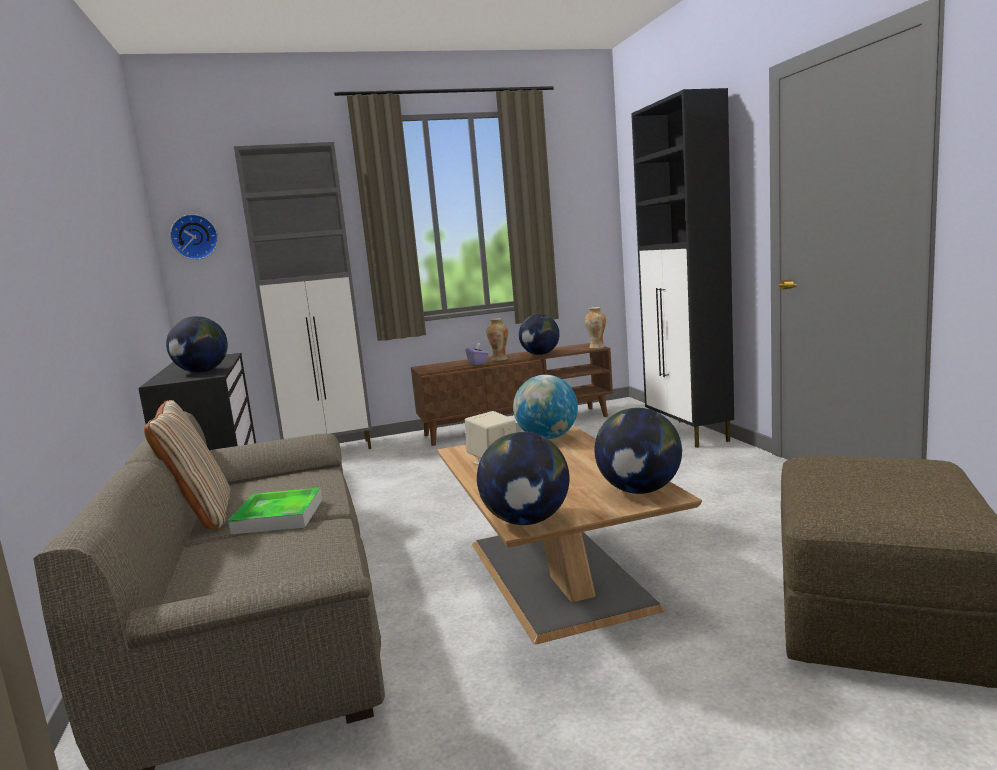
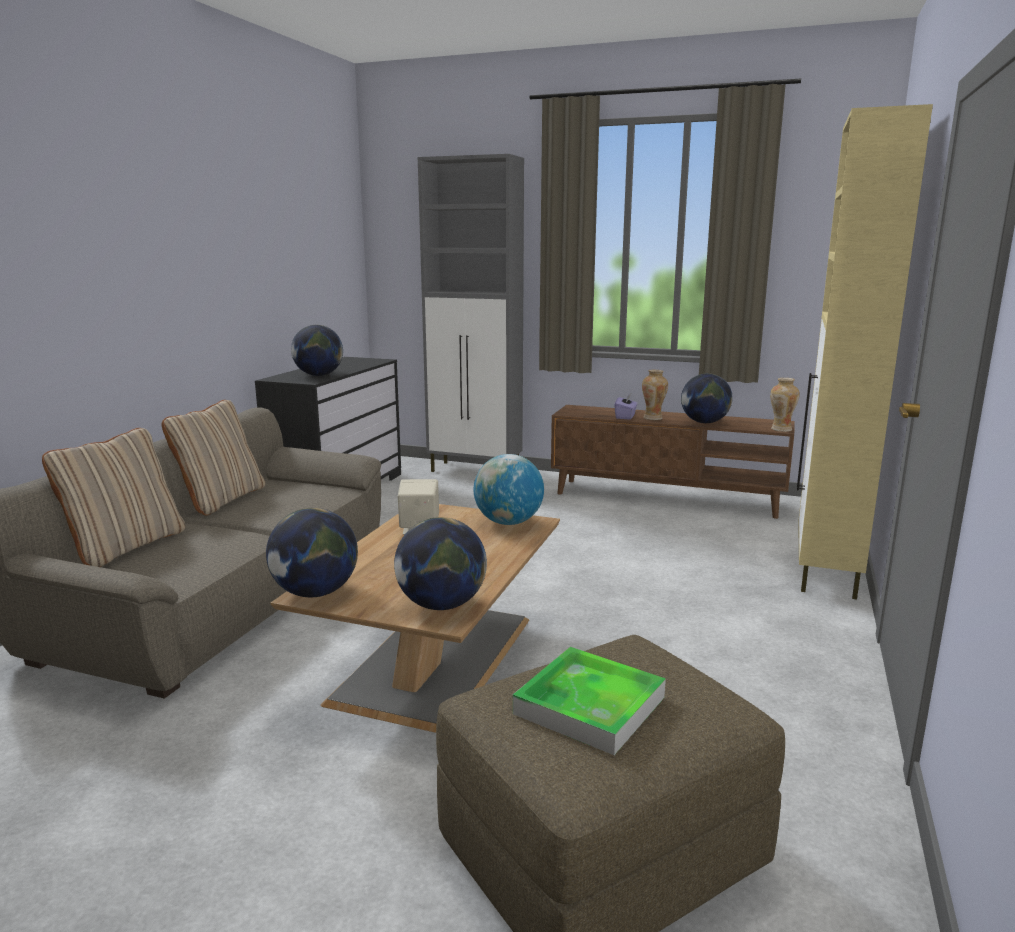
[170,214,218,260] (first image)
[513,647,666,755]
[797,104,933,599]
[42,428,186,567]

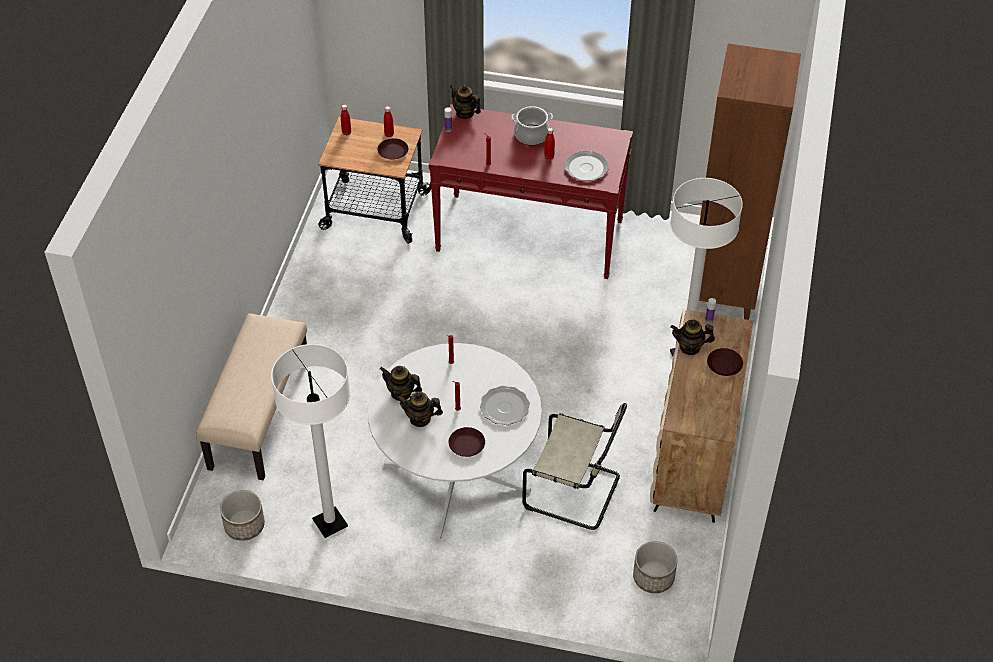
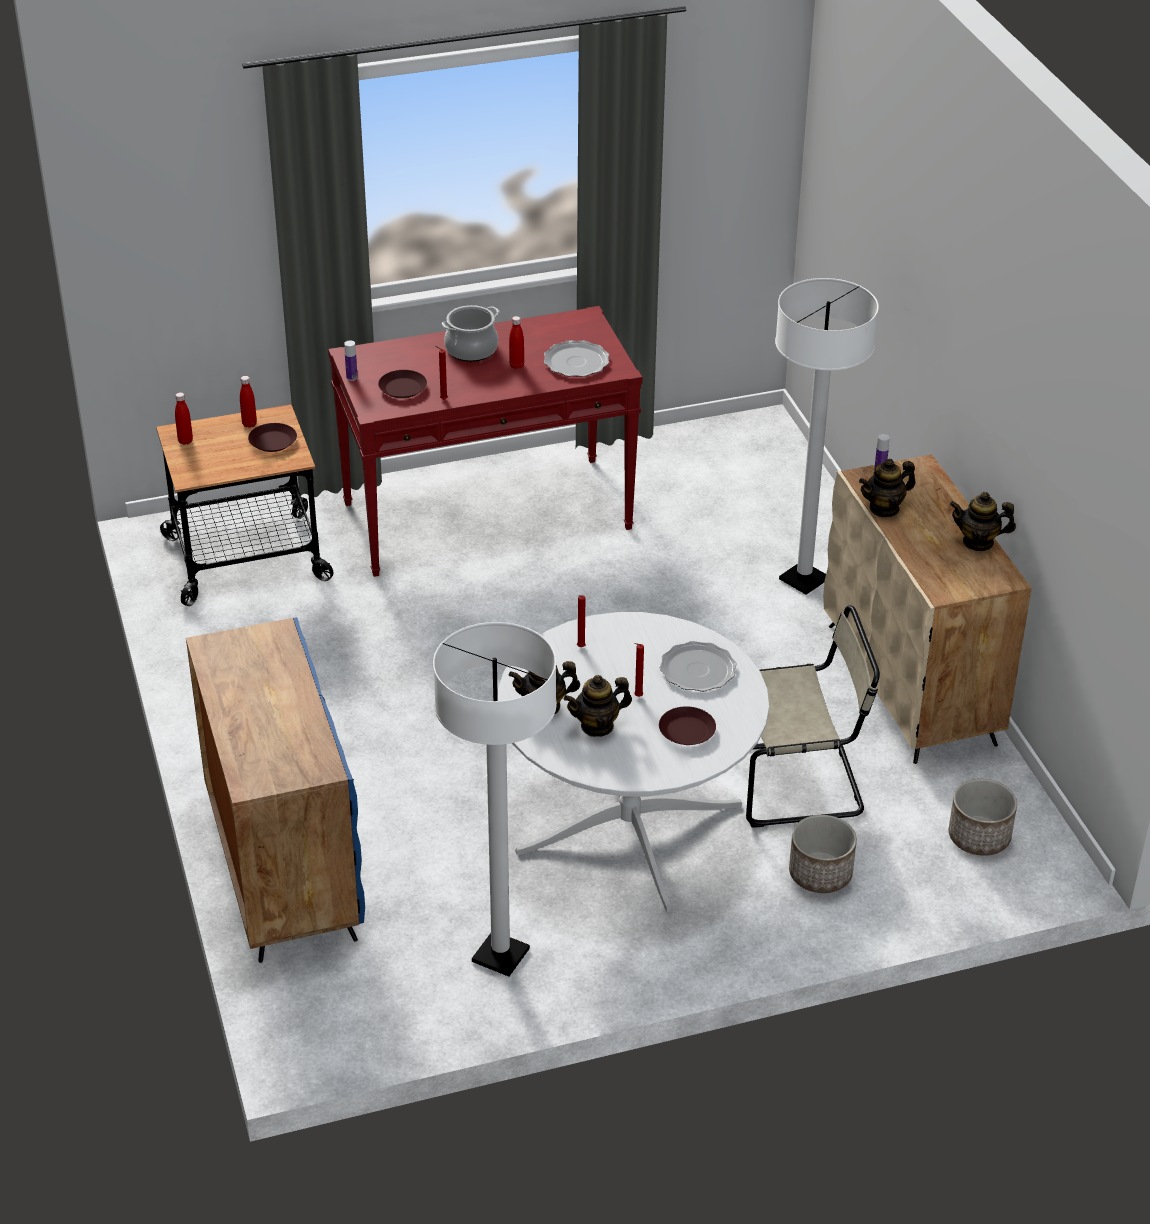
[186,617,365,963]
[789,815,857,893]
[950,492,1016,551]
[699,44,801,320] (first image)
[378,370,427,398]

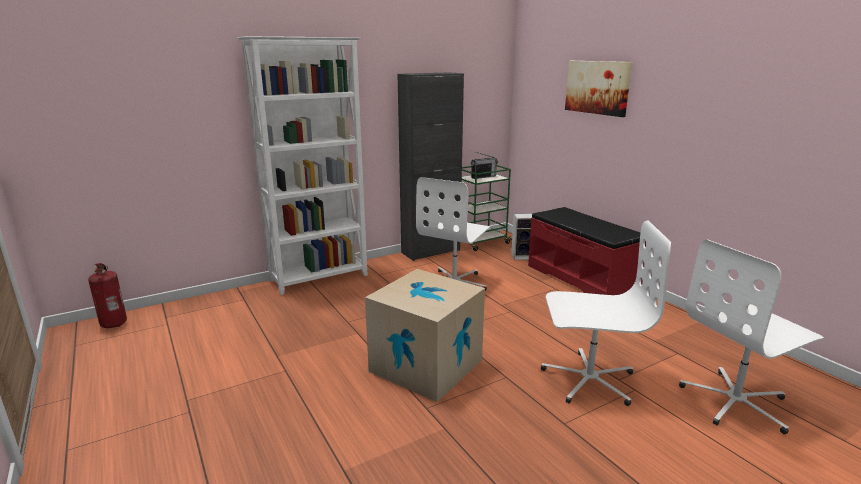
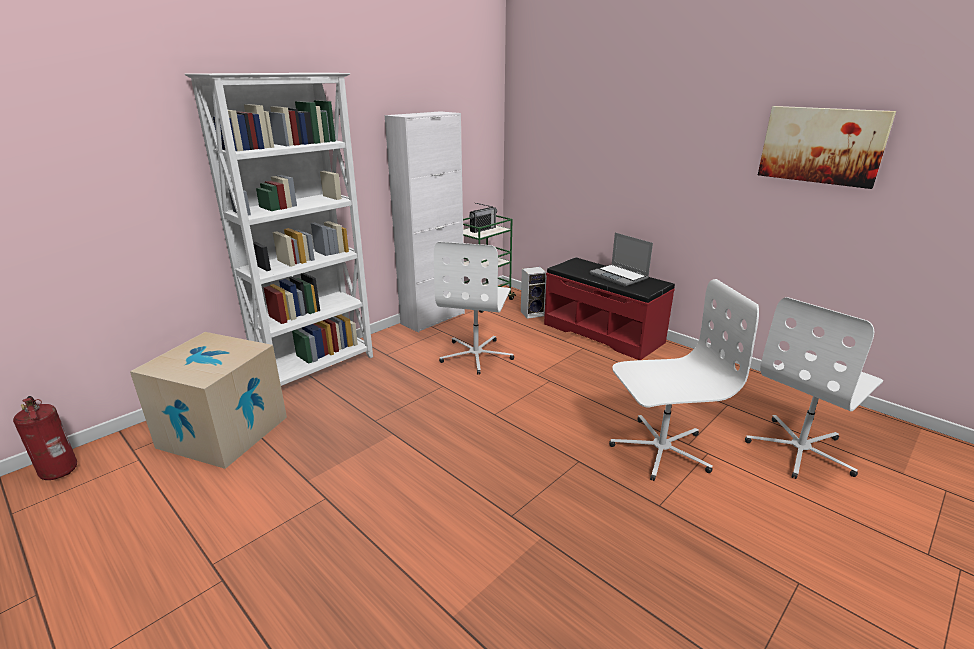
[130,332,287,469]
[385,111,465,333]
[758,106,896,189]
[590,233,653,286]

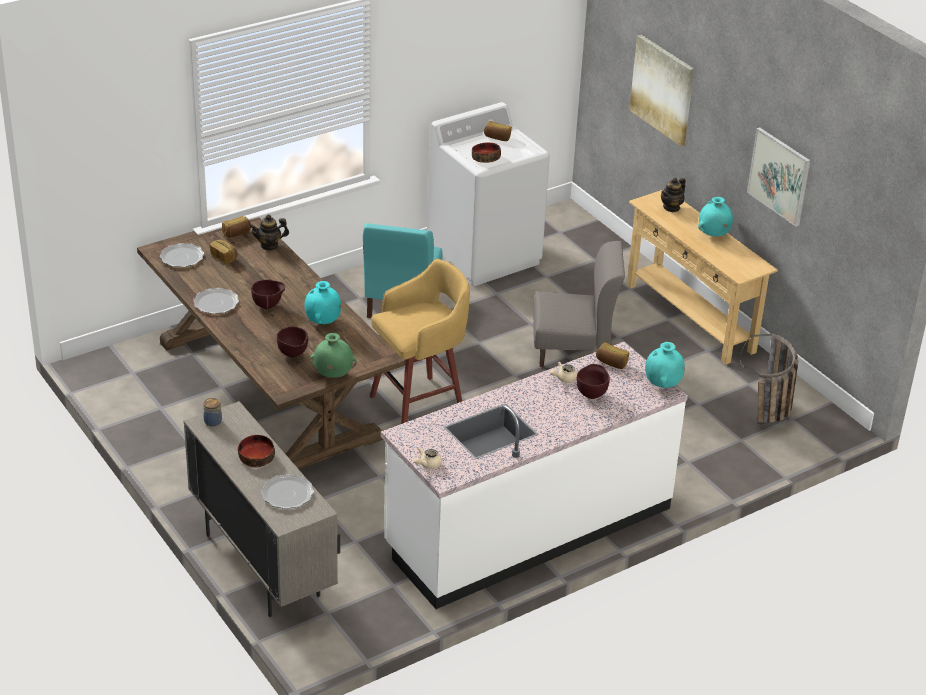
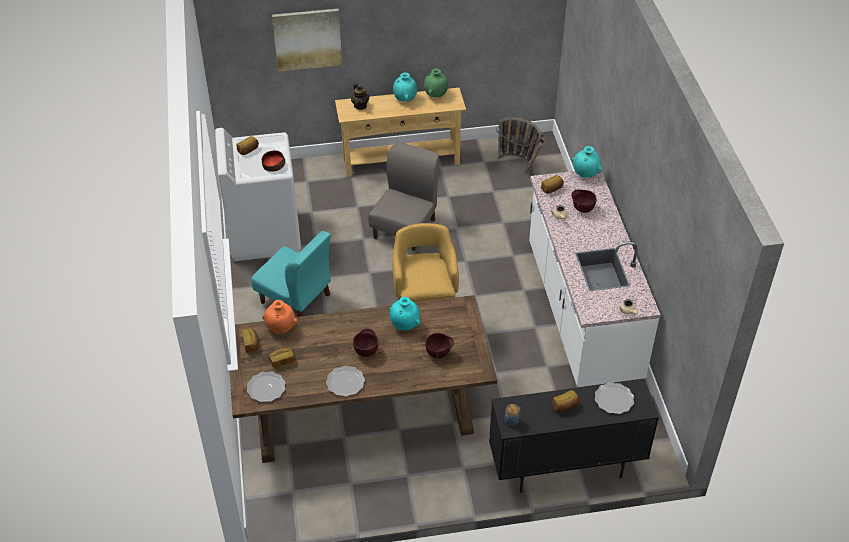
[489,379,659,493]
[552,390,579,412]
[262,300,298,335]
[424,68,448,97]
[747,127,810,227] (first image)

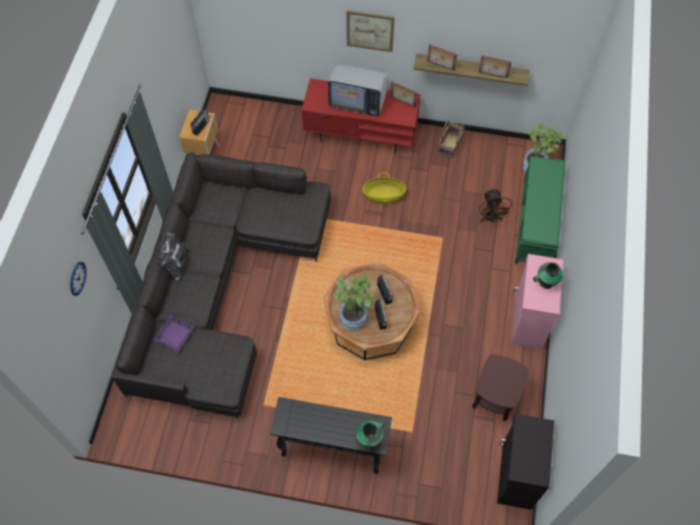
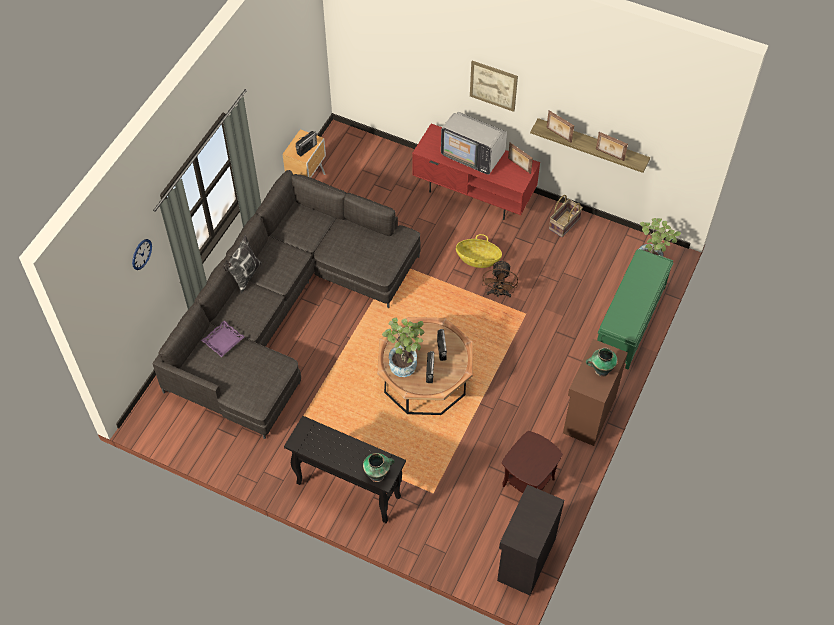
[482,259,518,298]
[563,339,628,446]

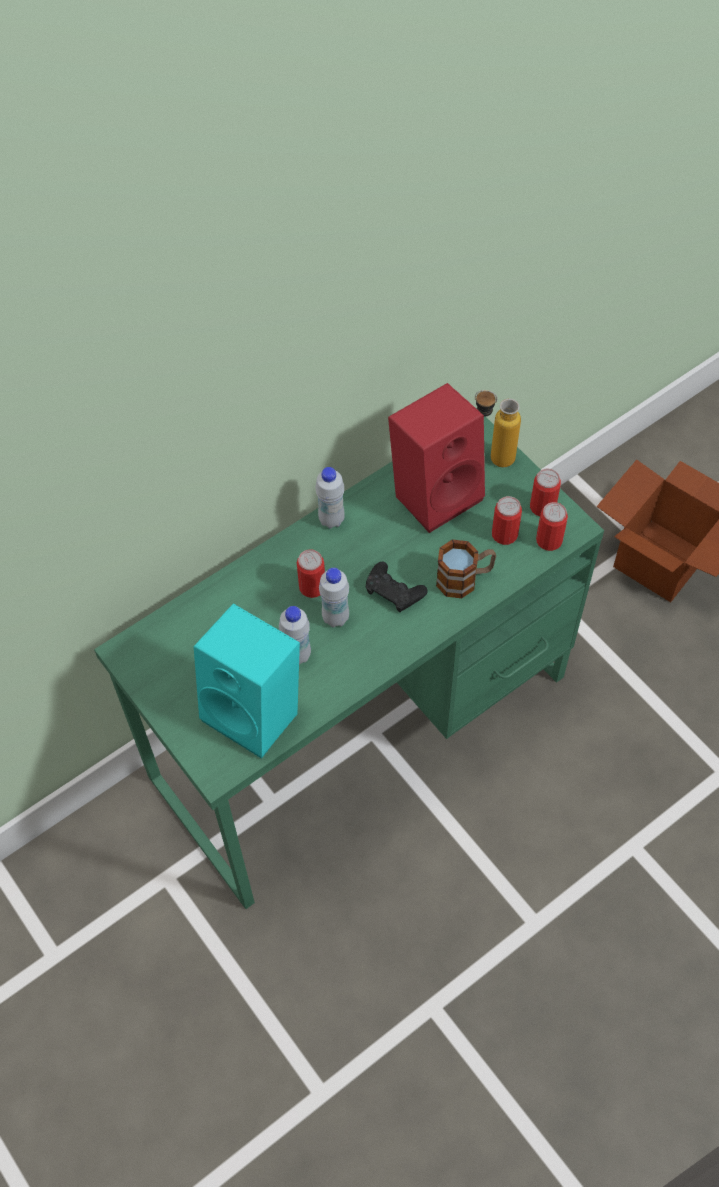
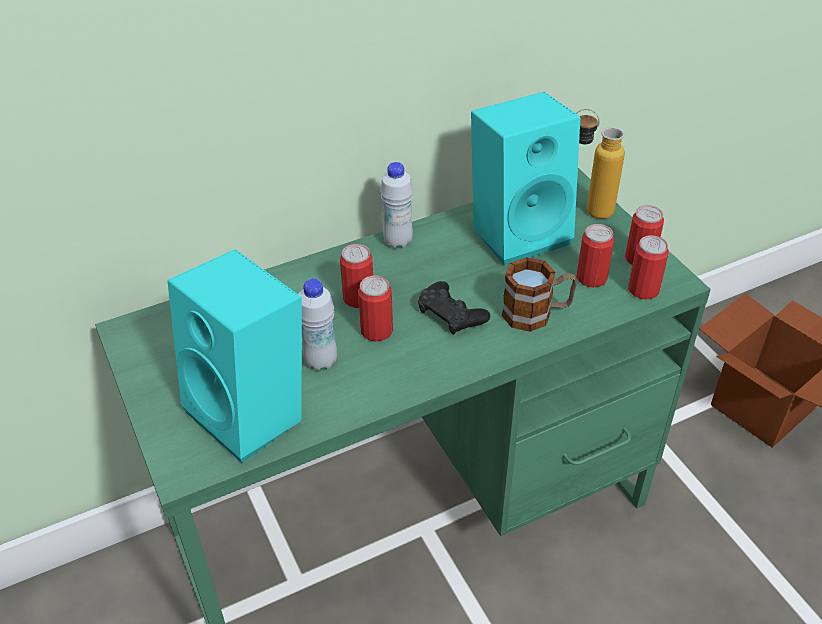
[358,275,393,341]
[471,92,580,266]

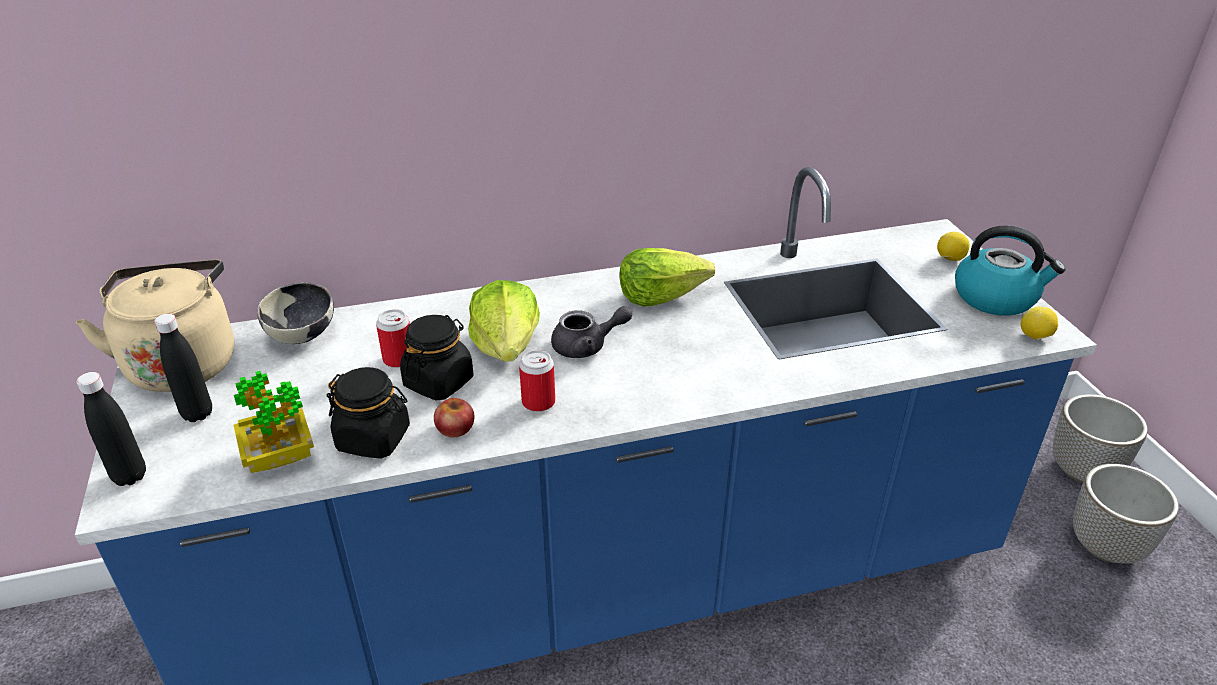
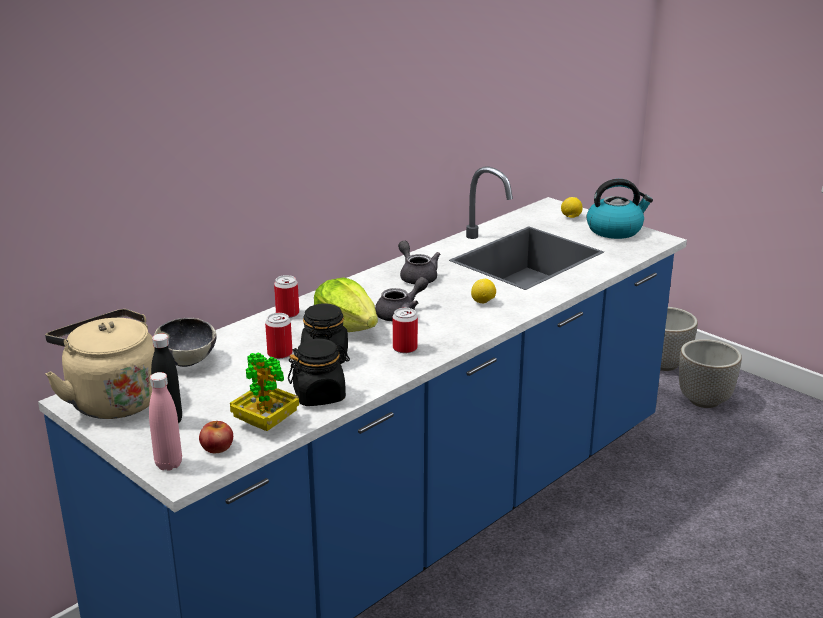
[149,372,182,471]
[199,421,233,453]
[398,241,440,284]
[471,279,496,303]
[274,275,299,318]

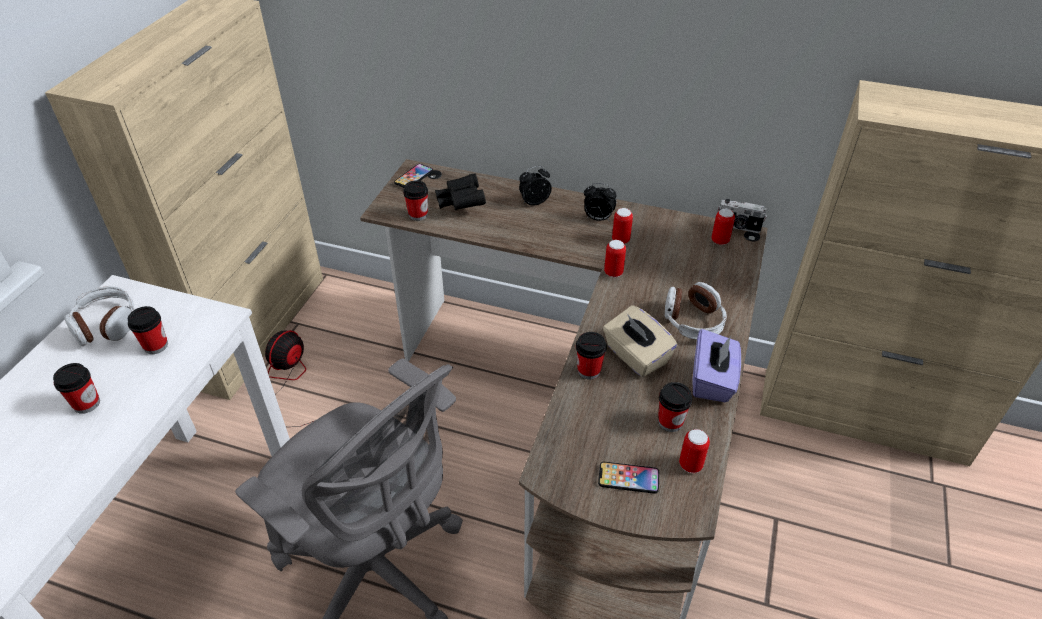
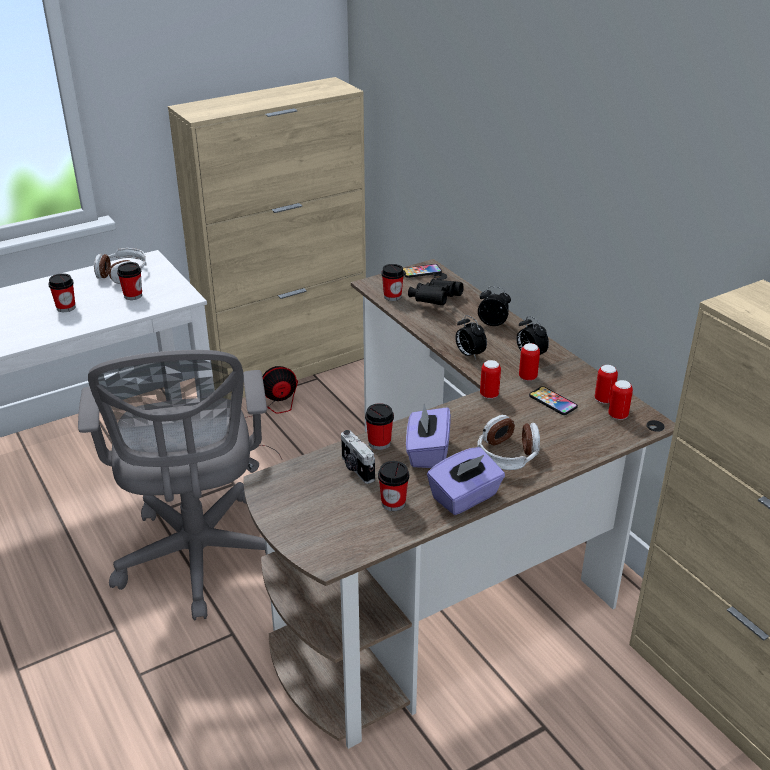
[529,386,578,415]
[406,404,451,468]
[595,365,618,404]
[341,430,375,484]
[455,315,487,359]

